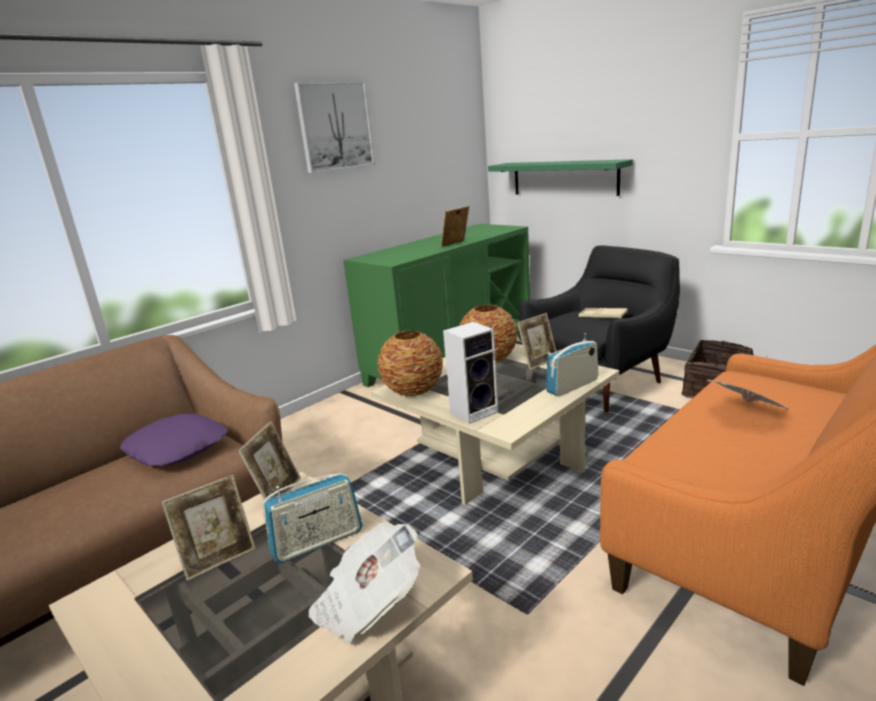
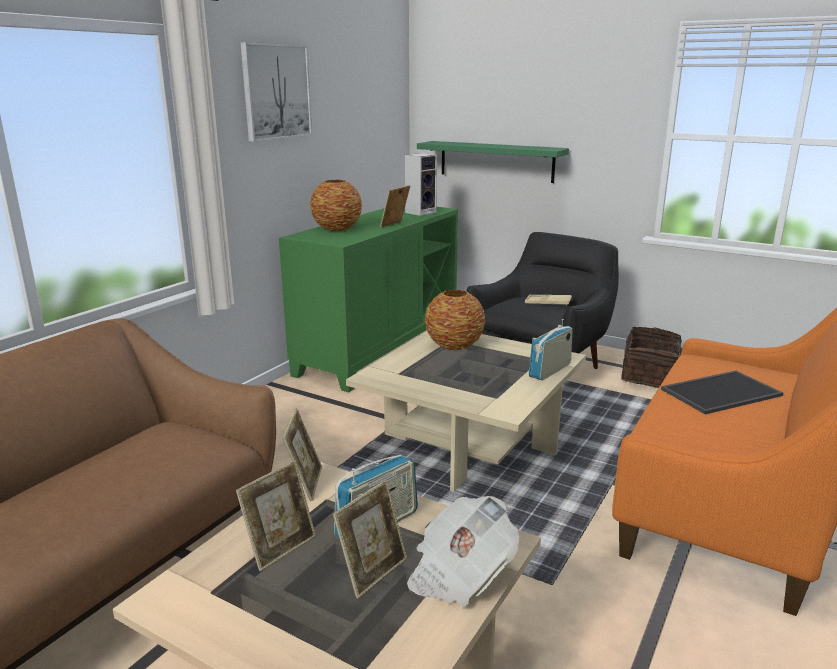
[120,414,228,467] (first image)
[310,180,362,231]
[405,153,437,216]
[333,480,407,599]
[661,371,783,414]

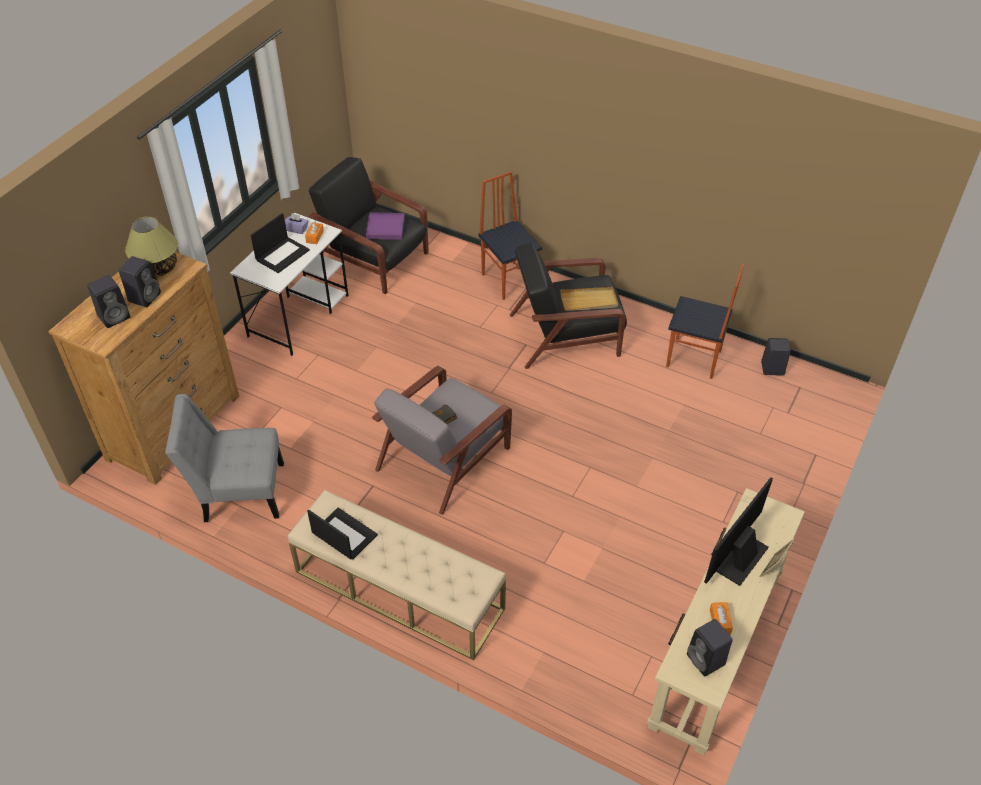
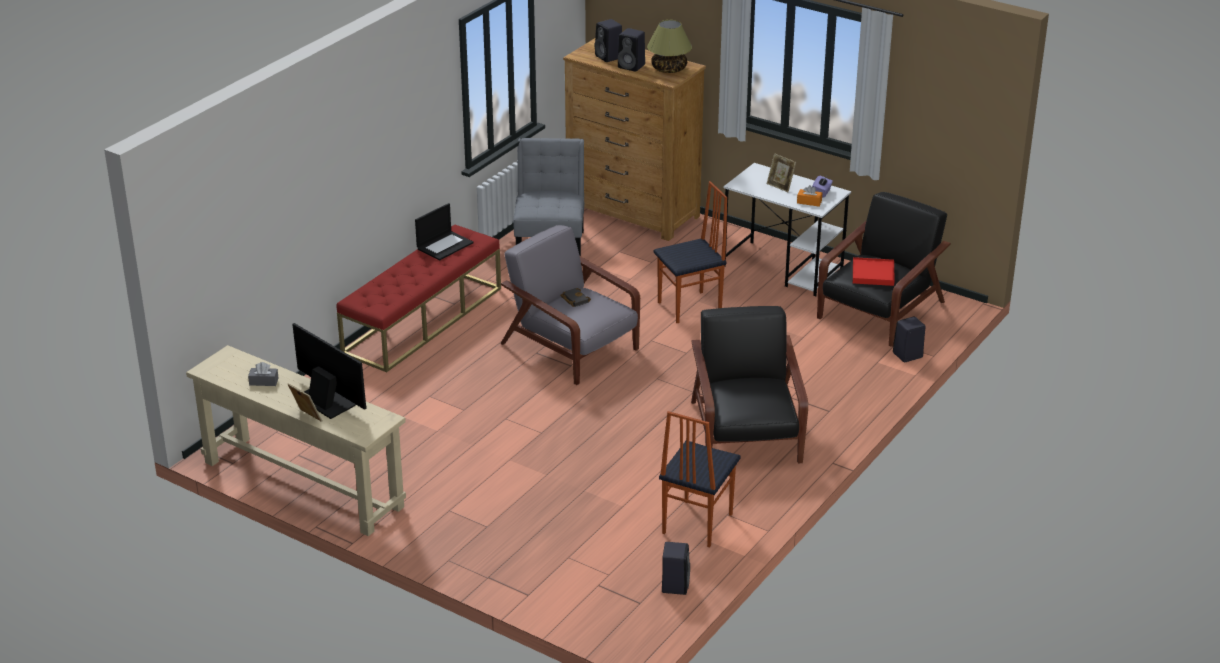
[767,153,796,192]
[336,224,501,372]
[853,257,895,286]
[654,181,727,323]
[560,287,618,311] (first image)
[893,316,926,363]
[248,362,279,386]

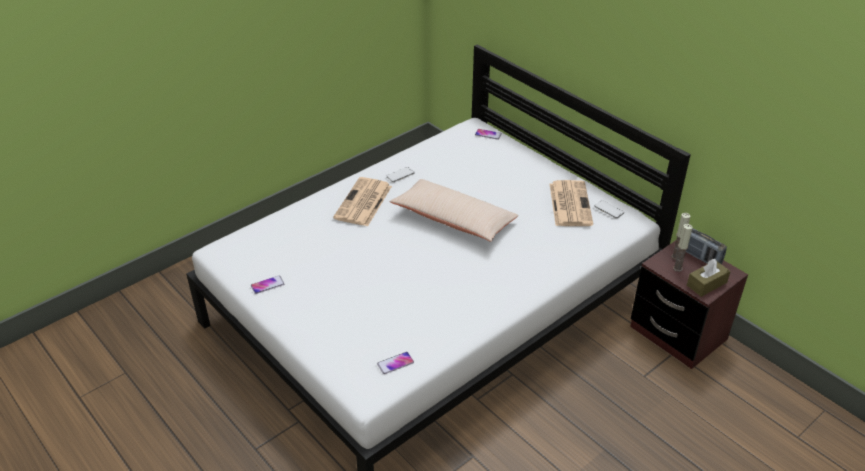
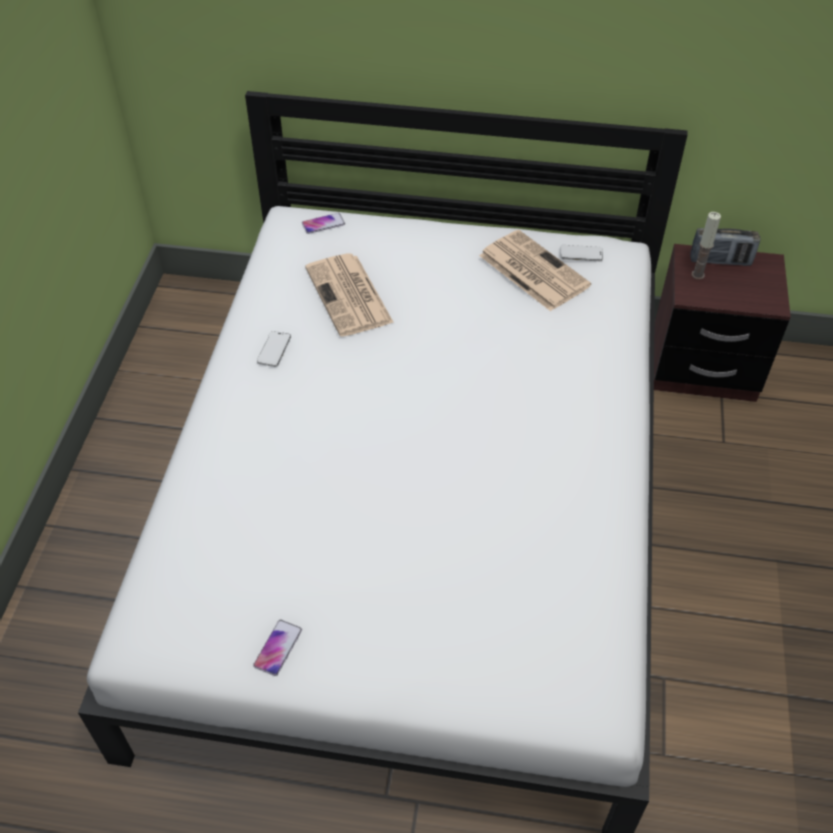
[305,253,394,337]
[377,352,414,374] (first image)
[389,179,519,241] (first image)
[673,224,693,272] (first image)
[687,259,731,297] (first image)

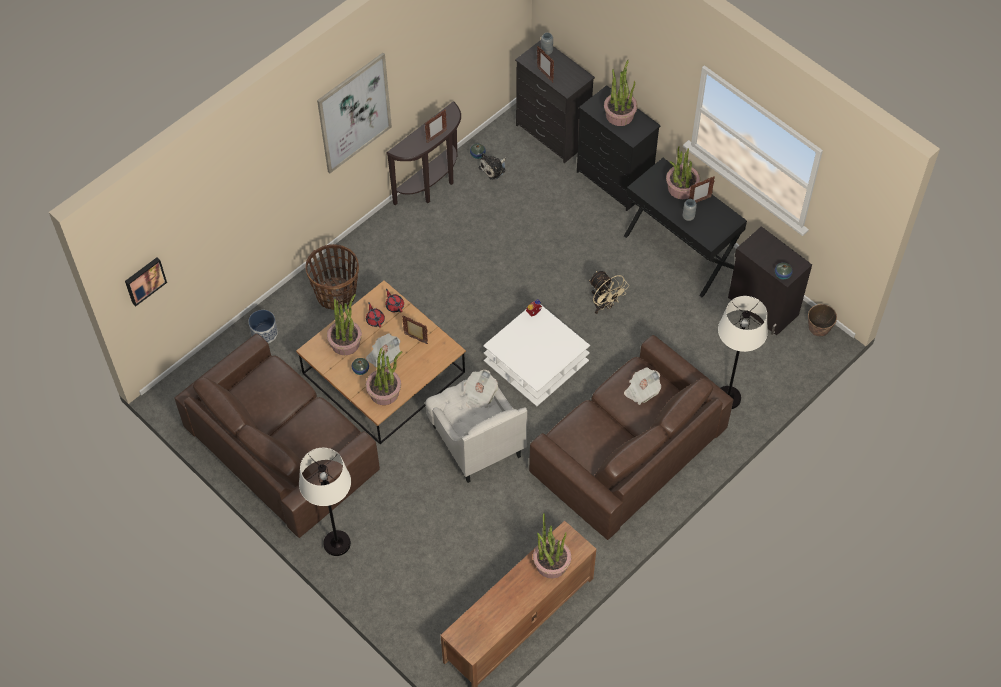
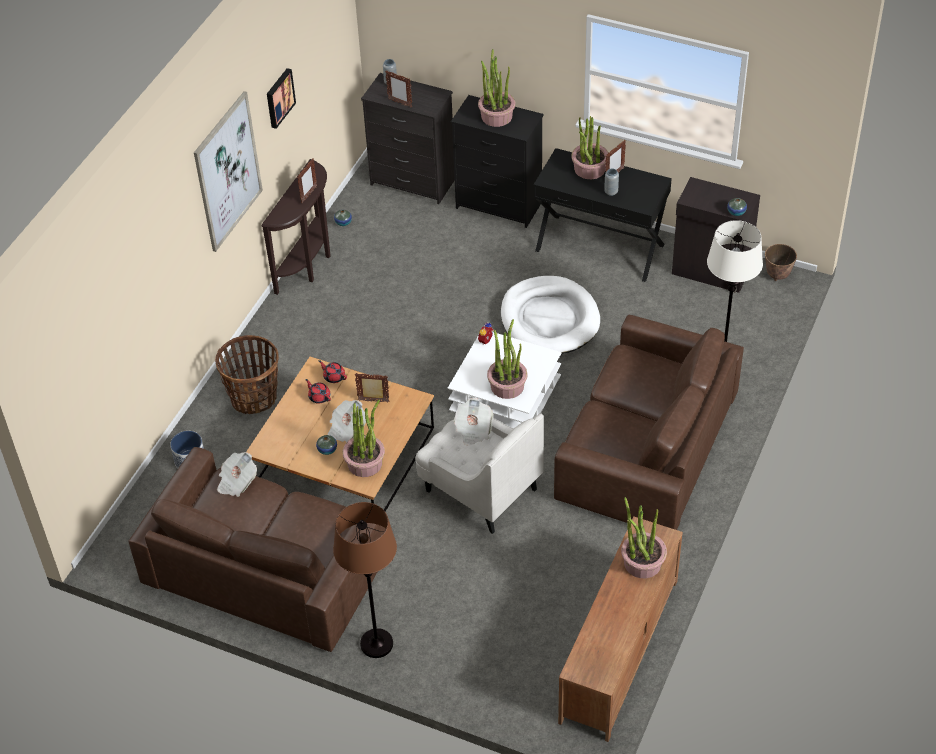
[267,68,296,129]
[333,502,397,658]
[487,319,527,399]
[479,153,506,180] (first image)
[501,276,600,354]
[217,452,257,497]

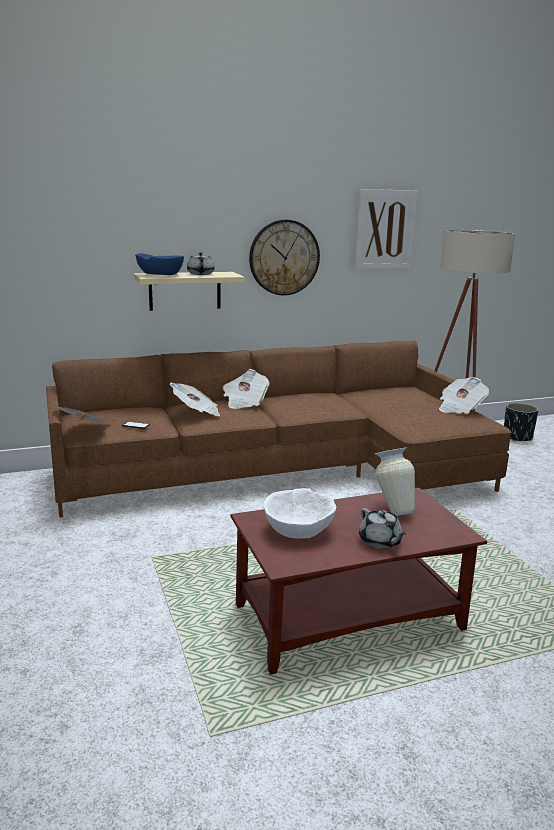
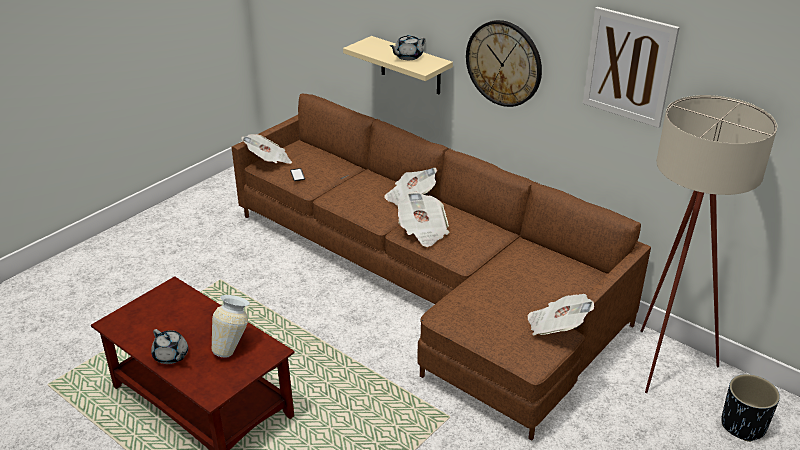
[135,253,184,275] (first image)
[398,191,449,247]
[264,488,336,539] (first image)
[151,329,188,364]

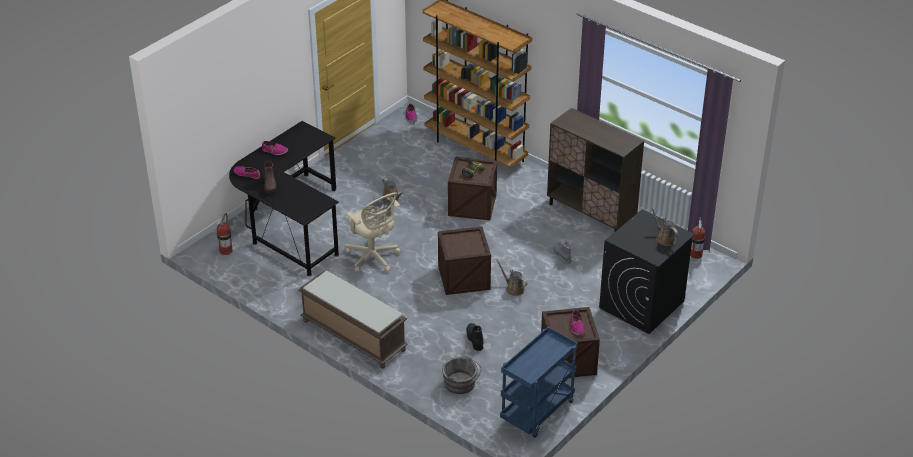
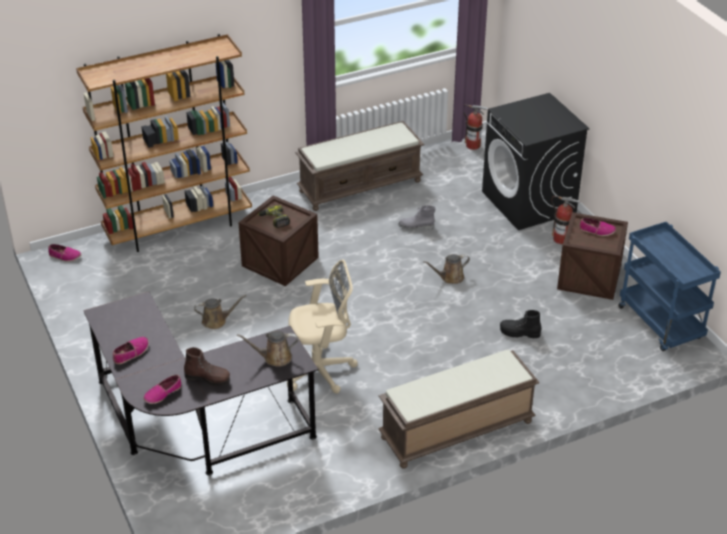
[551,196,581,244]
[438,227,491,295] (first image)
[442,356,481,394] (first image)
[296,121,424,211]
[237,331,298,367]

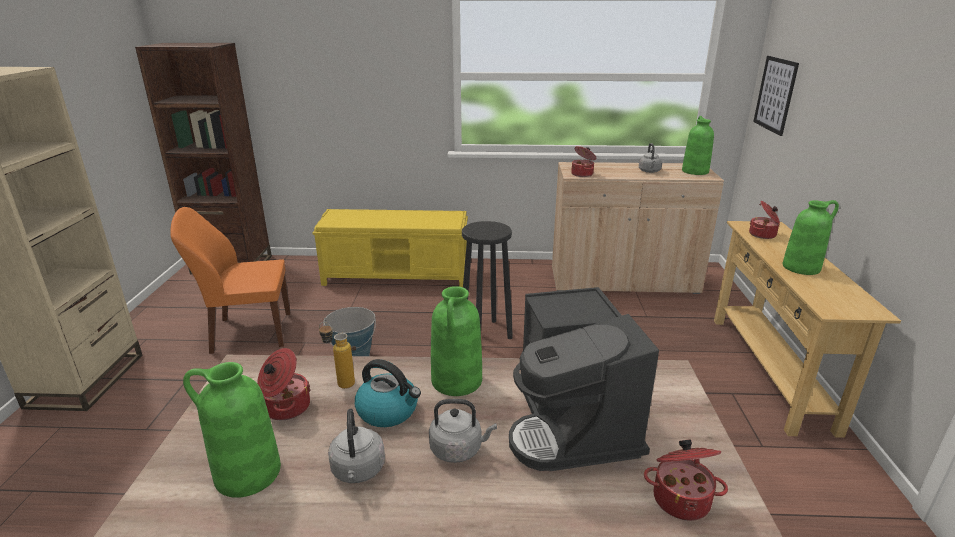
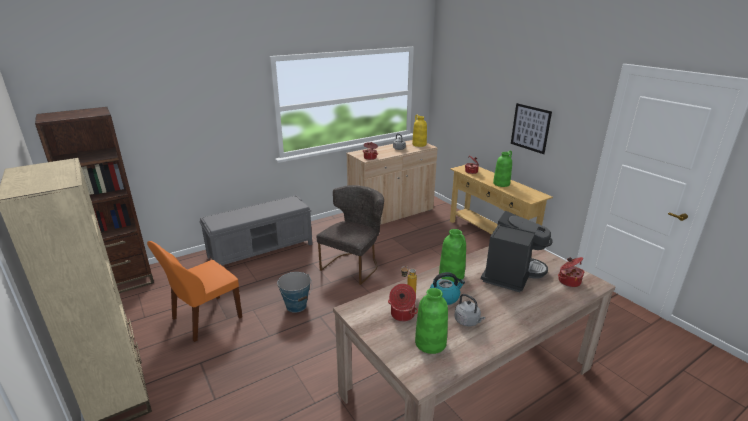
[199,195,312,265]
[429,399,497,463] (first image)
[316,185,384,285]
[481,211,552,292]
[412,115,427,147]
[511,103,552,154]

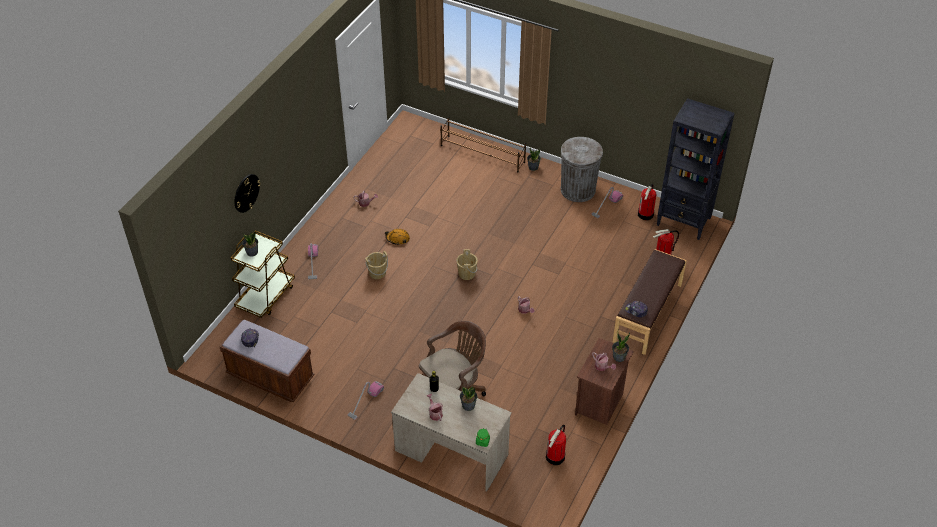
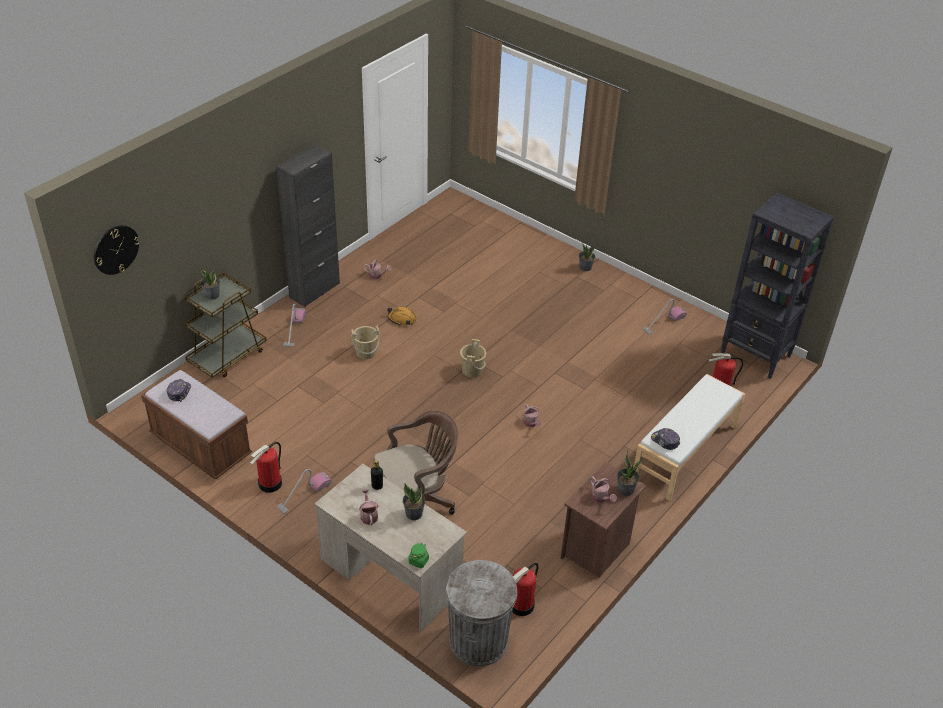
[94,225,140,275]
[440,117,526,173] (first image)
[446,560,517,667]
[634,374,745,501]
[250,442,282,493]
[276,145,340,307]

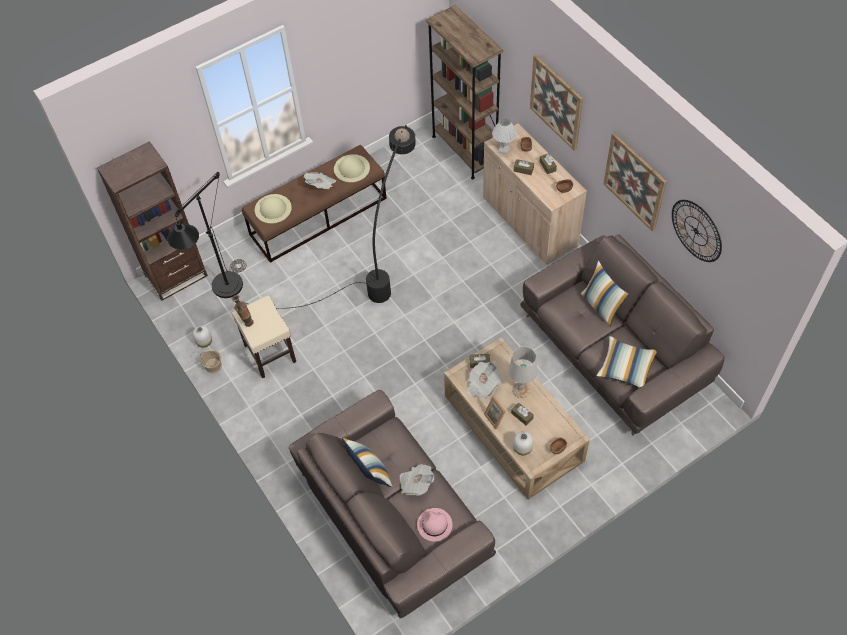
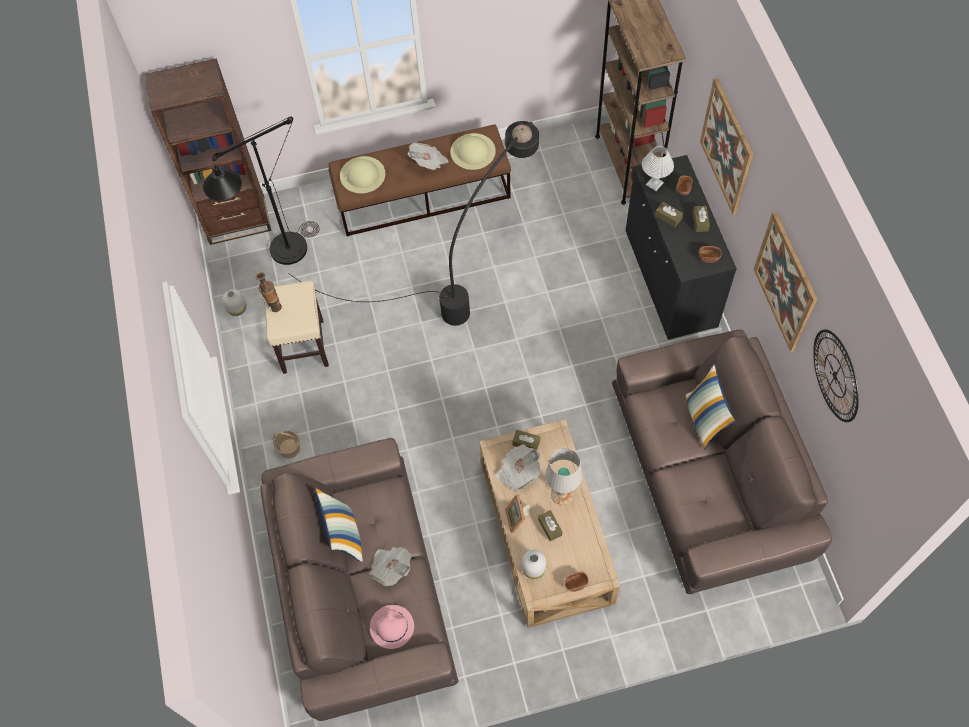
[273,430,300,459]
[626,155,737,340]
[597,336,657,388] (first image)

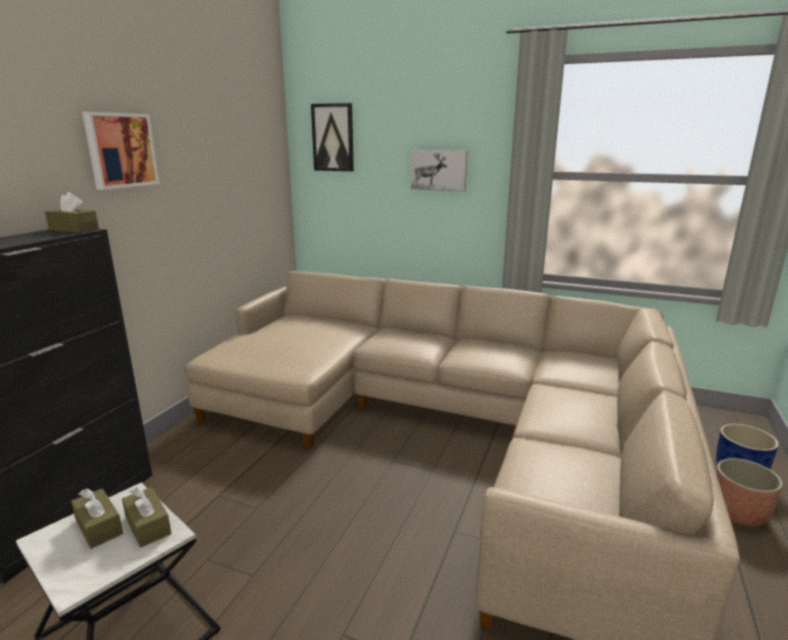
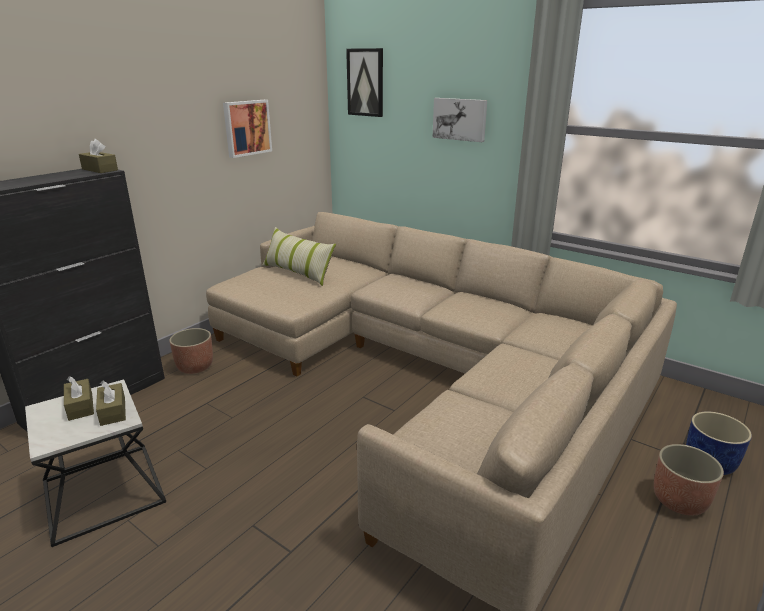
[223,100,272,158]
[169,328,213,374]
[262,227,336,286]

